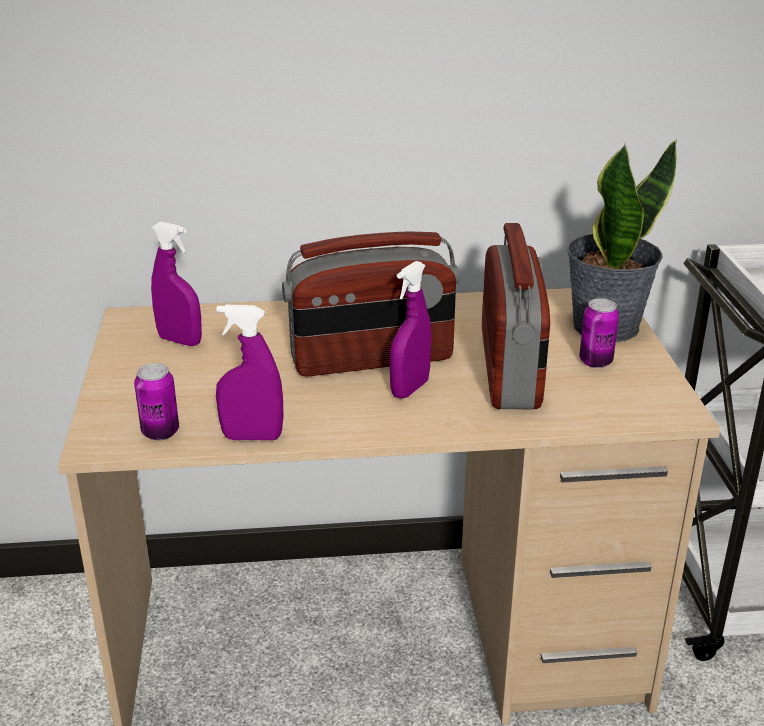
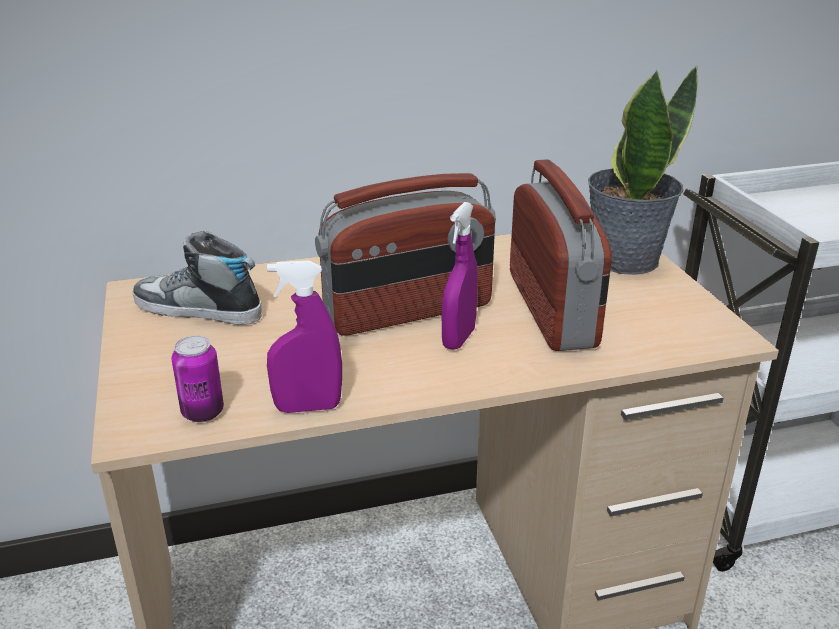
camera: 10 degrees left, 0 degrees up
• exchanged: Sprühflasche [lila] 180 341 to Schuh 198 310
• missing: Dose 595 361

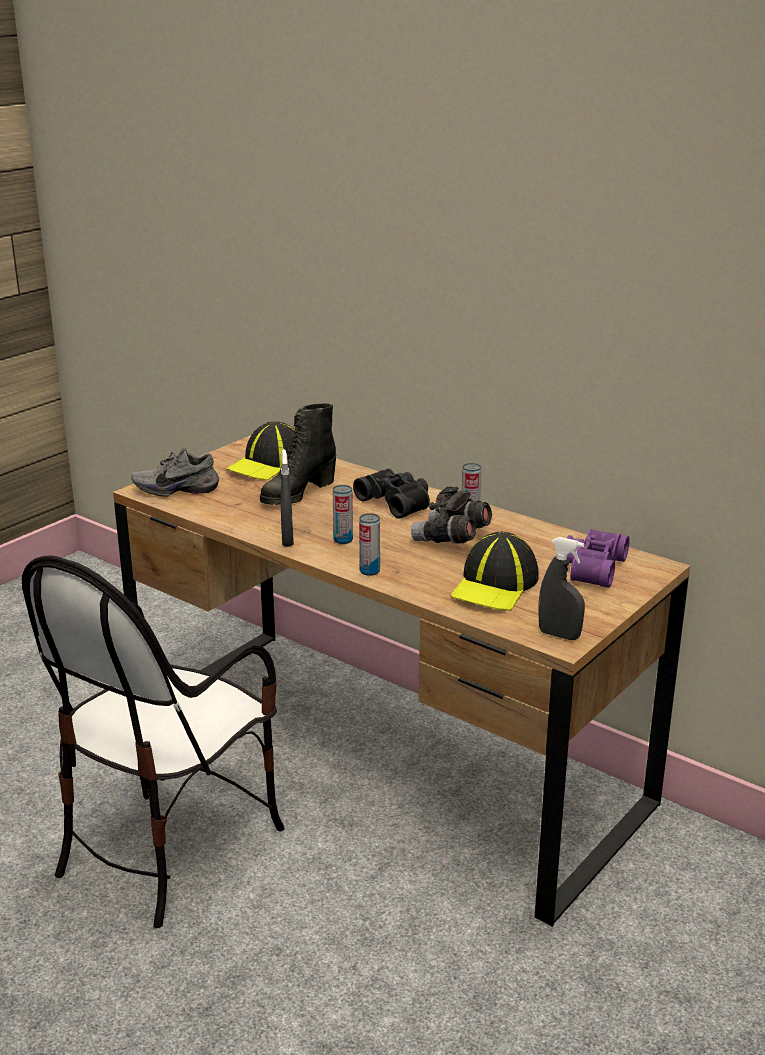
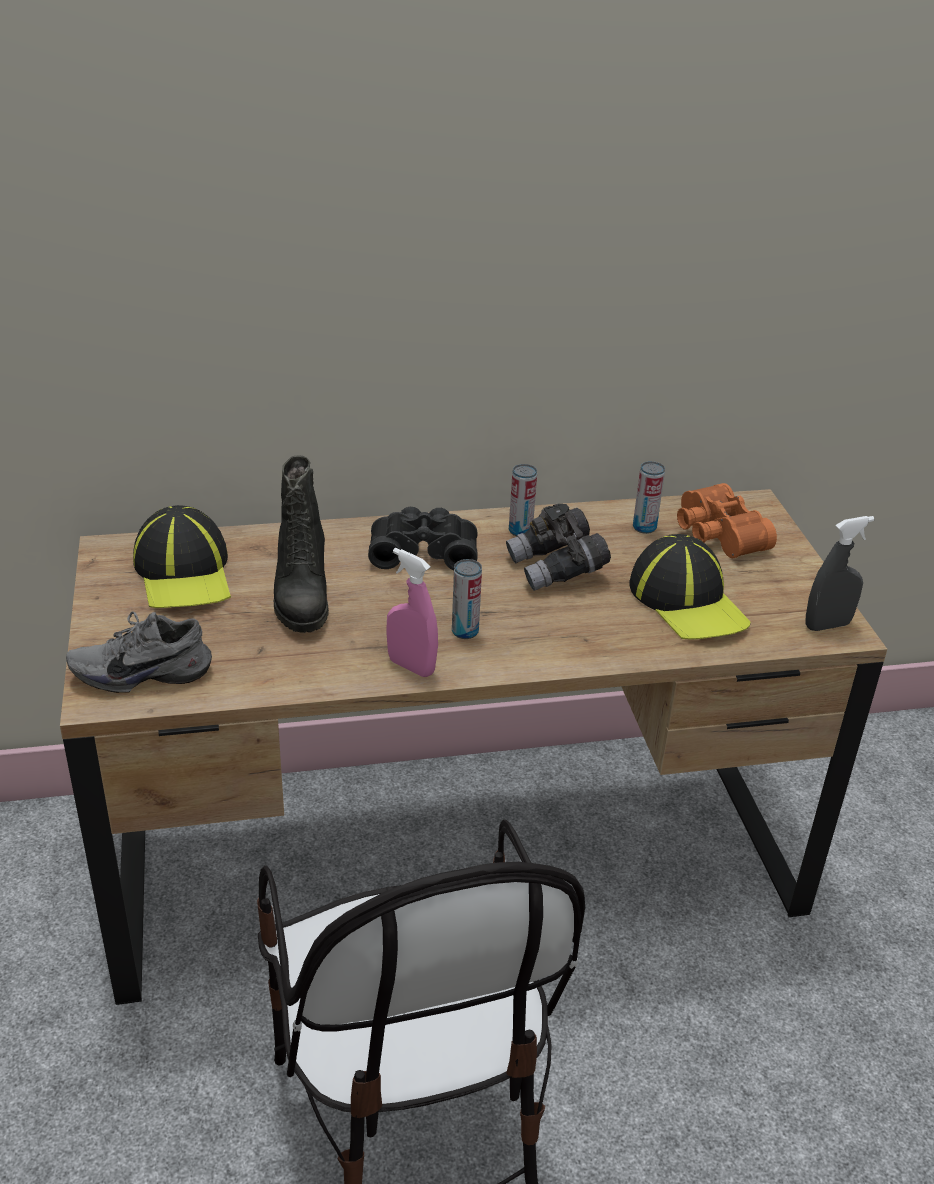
camera: 50 degrees left, 10 degrees up
• spun: Schuh [grau] 176 489 = 142 672 45 degrees clockwise
• colour: Sprühflasche [grau] 287 540 to Sprühflasche [rosa] 411 666
• relocated: Dose 369 571 to 644 527
• colour: Fernglas [lila] 590 568 to Fernglas [orange] 716 535

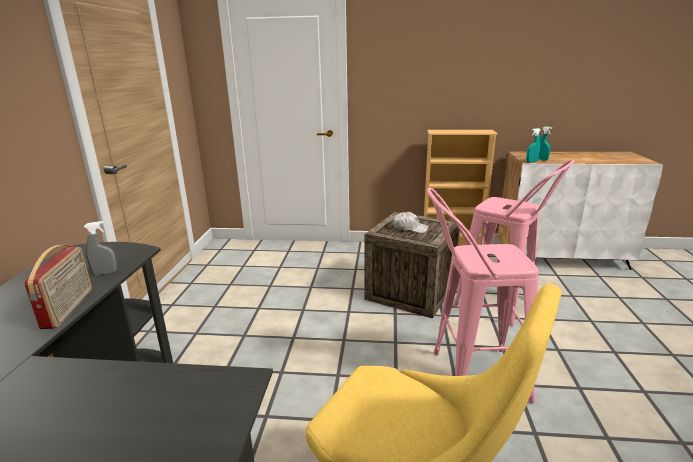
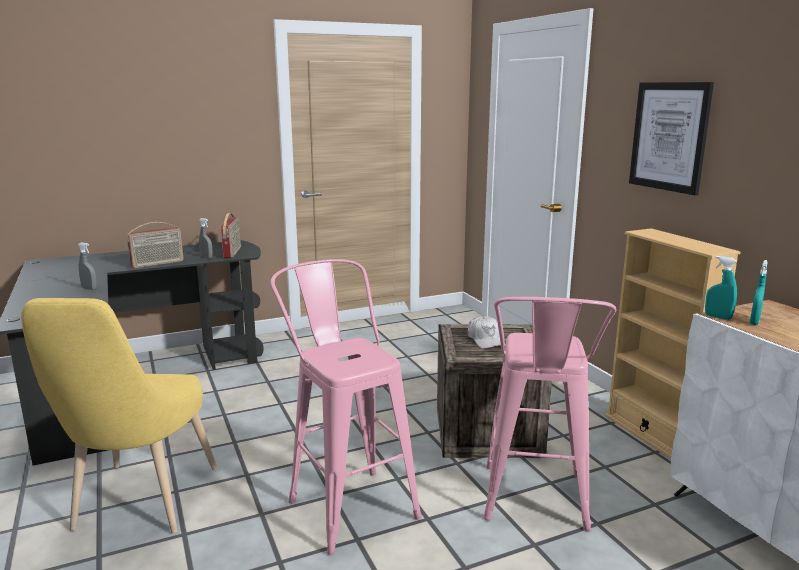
camera: 60 degrees right, 5 degrees down
• appeared: Sprühflasche [grau] 89 288
• appeared: Radio 233 252
• appeared: Bild 669 136

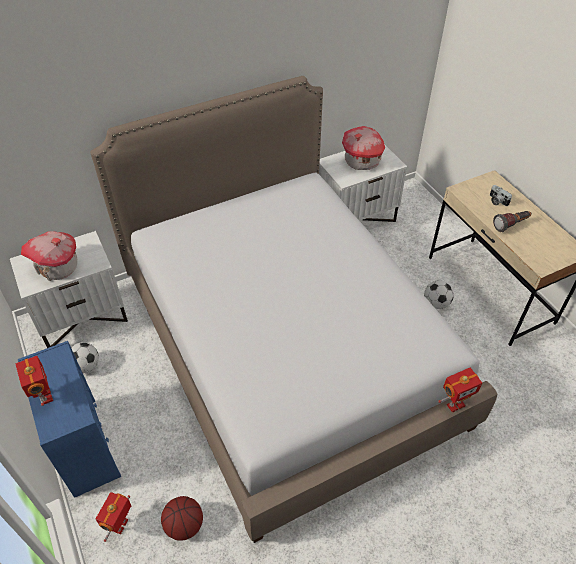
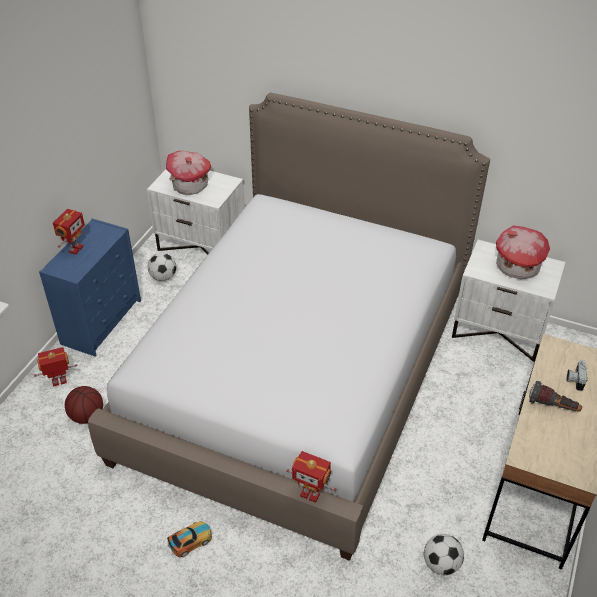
camera: 50 degrees right, 5 degrees down
• relocated: Fußball 436 303 to 441 563
• appeared: Spielzeugauto 190 541

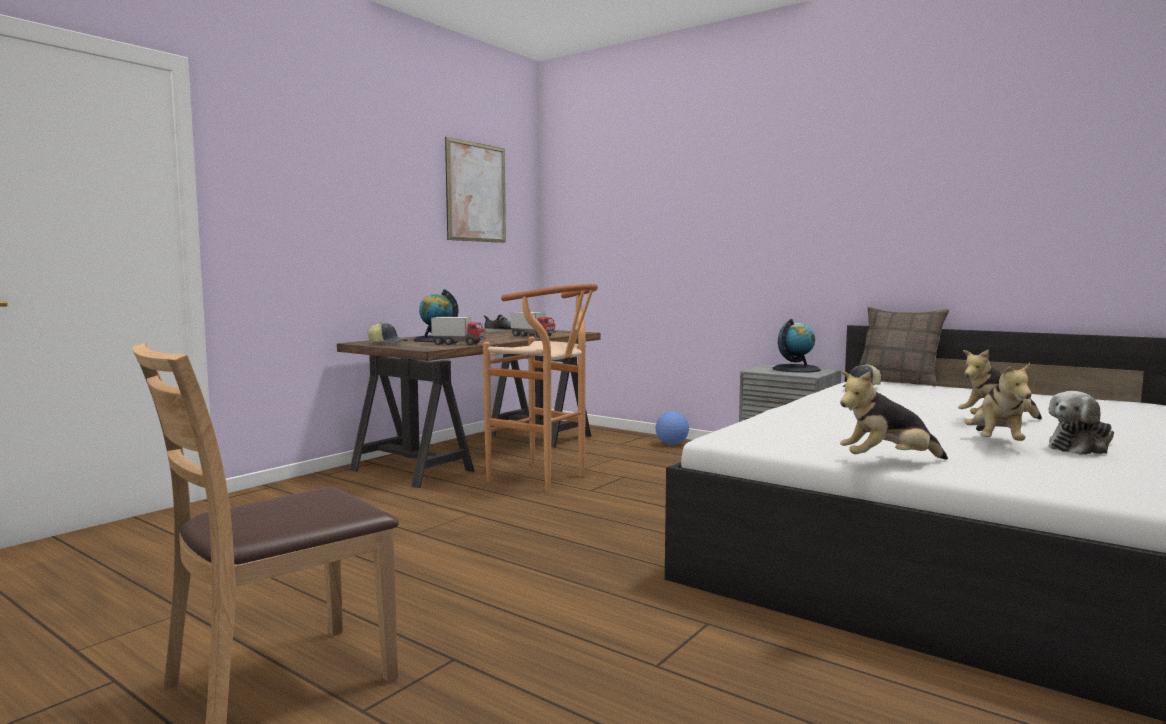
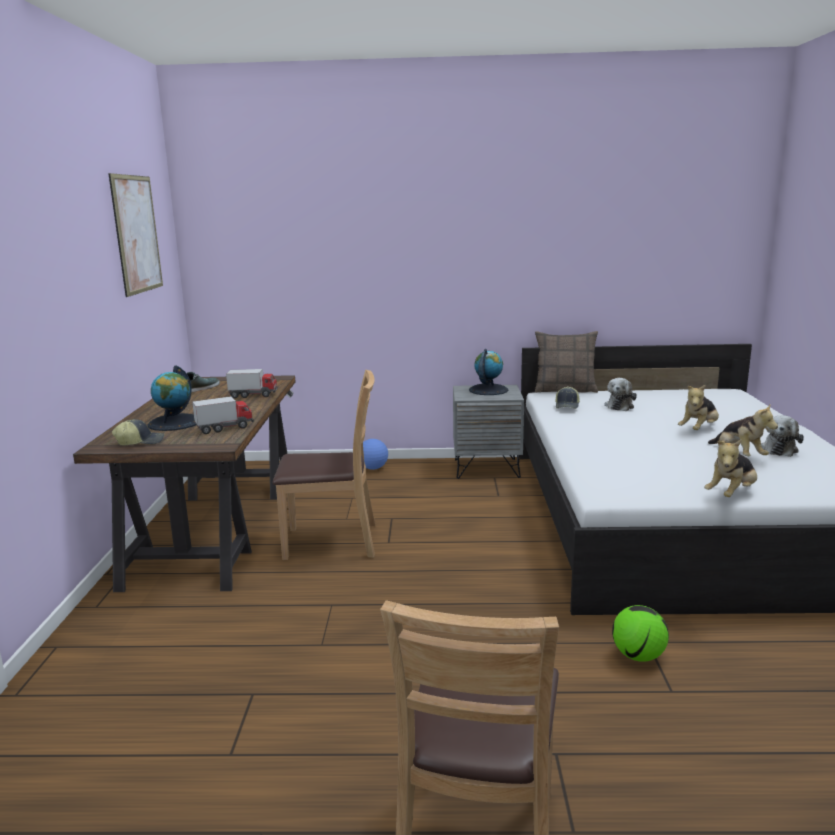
camera: 35 degrees left, 10 degrees up
• exchanged: Hocker [braun] 545 479 to Stuhl [braun] 332 542
• appeared: Plüschtier 619 406
• appeared: Fußball 638 656

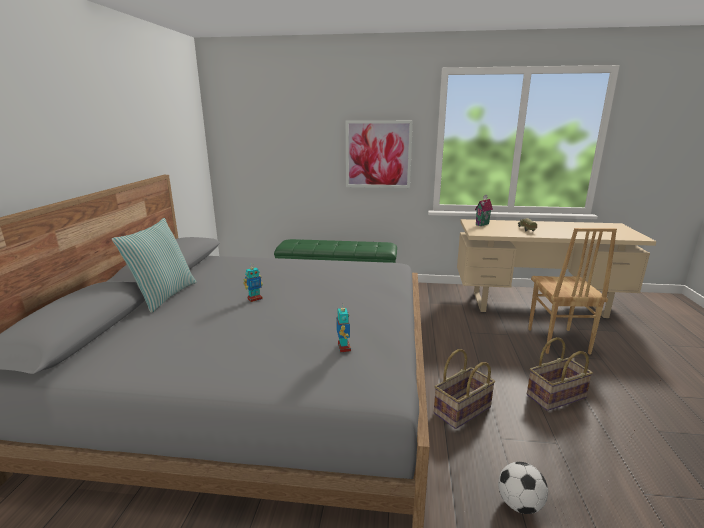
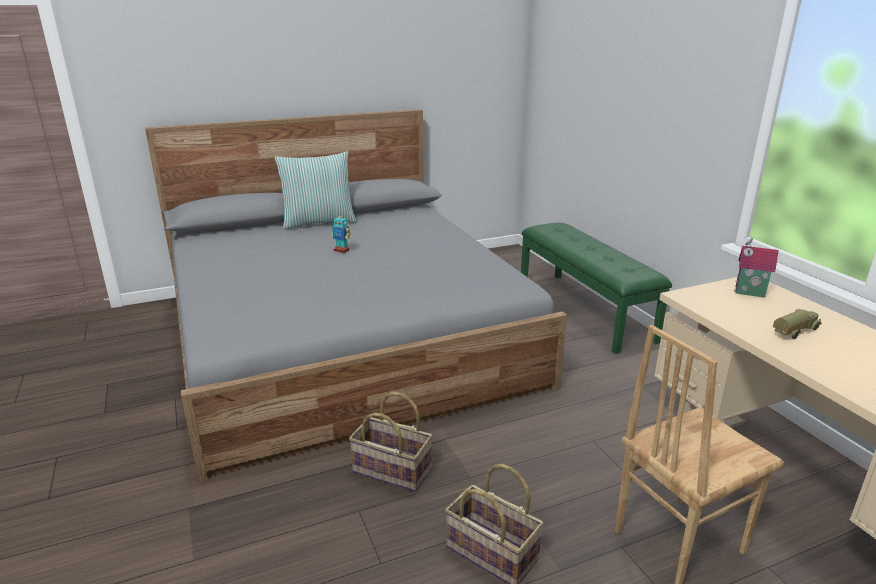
camera: 60 degrees right, 5 degrees up
• missing: Spielzeugroboter 343 347
• missing: Bild 378 154
• missing: Fußball 519 504

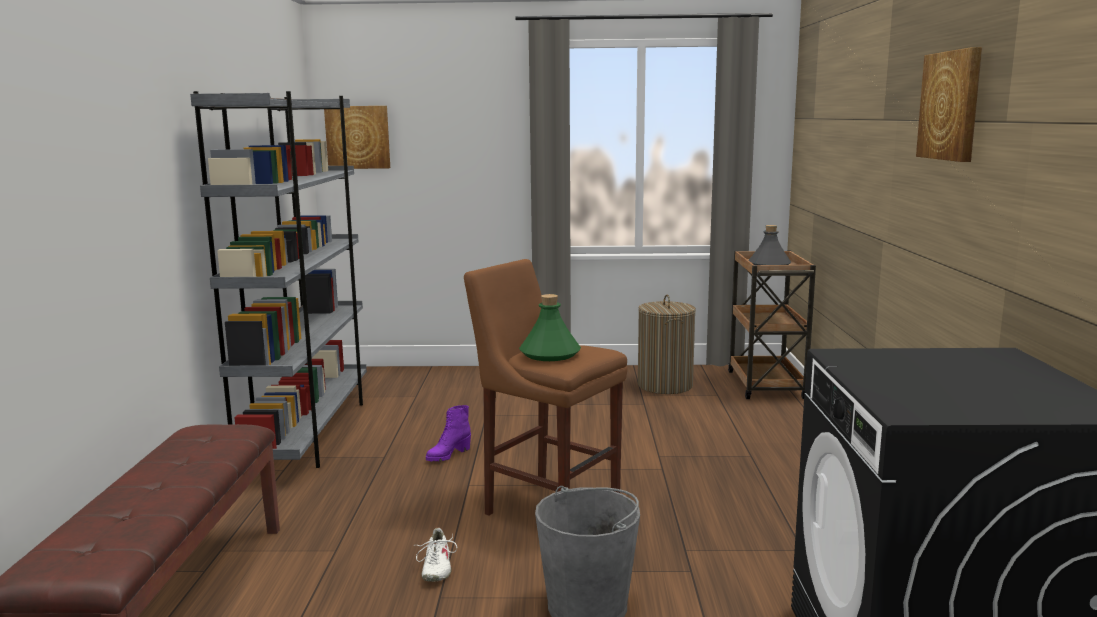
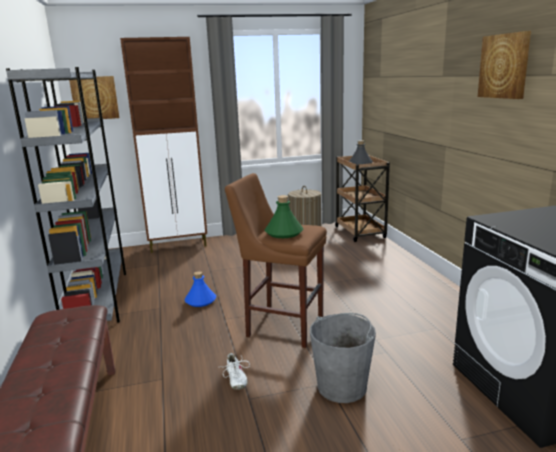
camera: 15 degrees left, 5 degrees up
• exchanged: Stiefel [lila] 448 455 to Flasche [blau] 201 301
• appeared: Schrank [braun] 179 245

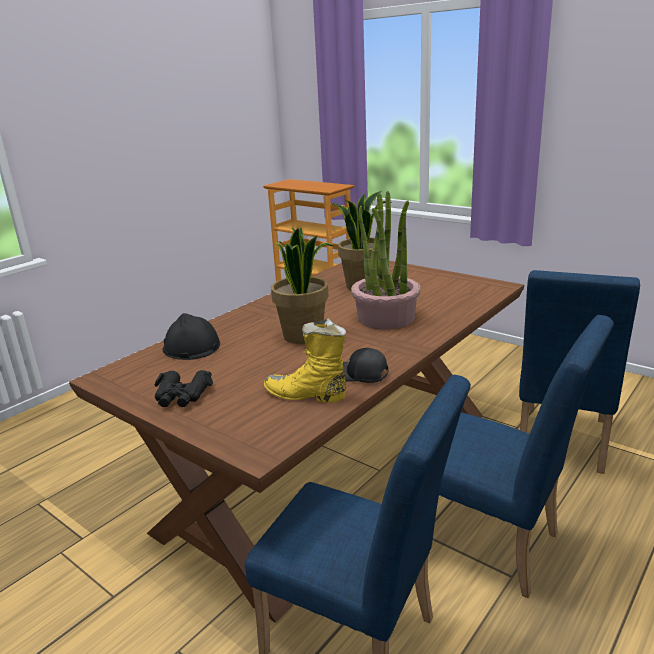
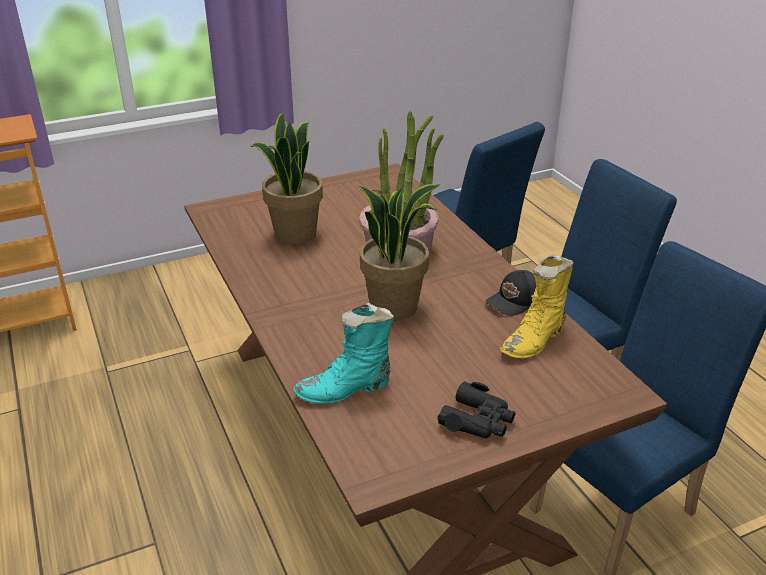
camera: 65 degrees left, 10 degrees up
• exchanged: Schutzhelm [schwarz] 191 347 to Stiefel [türkis] 345 390

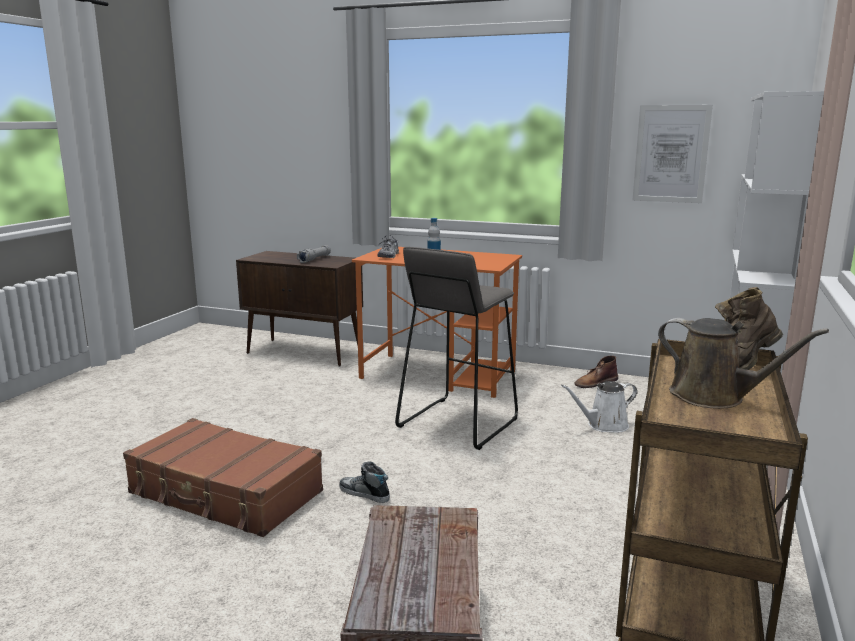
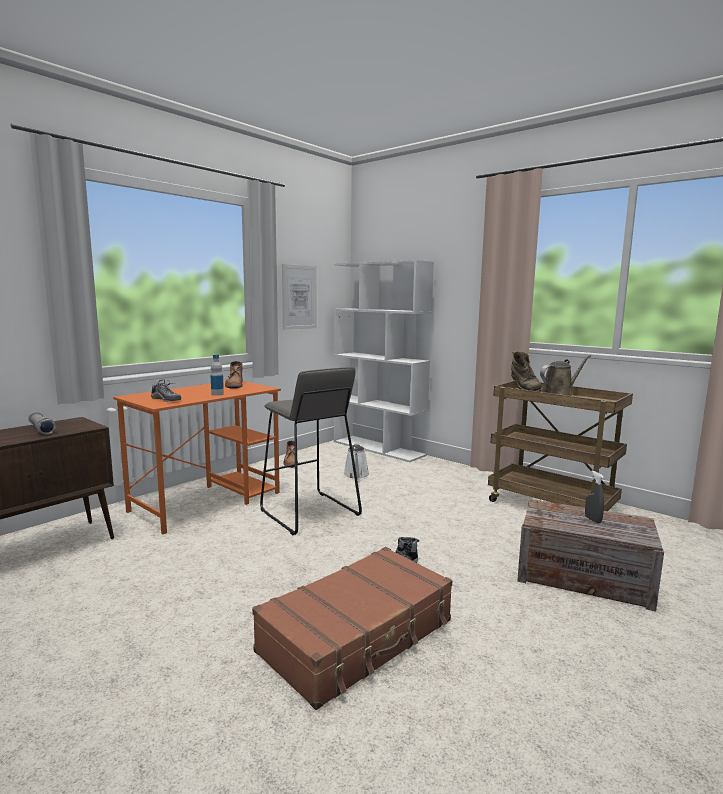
camera: 70 degrees left, 5 degrees down
• appeared: Stiefel [braun] 234 385
• appeared: Sprühflasche [grau] 592 520

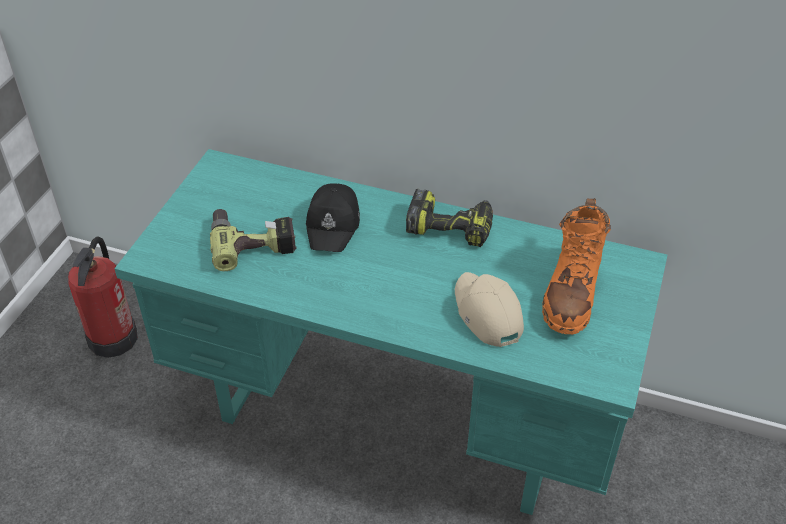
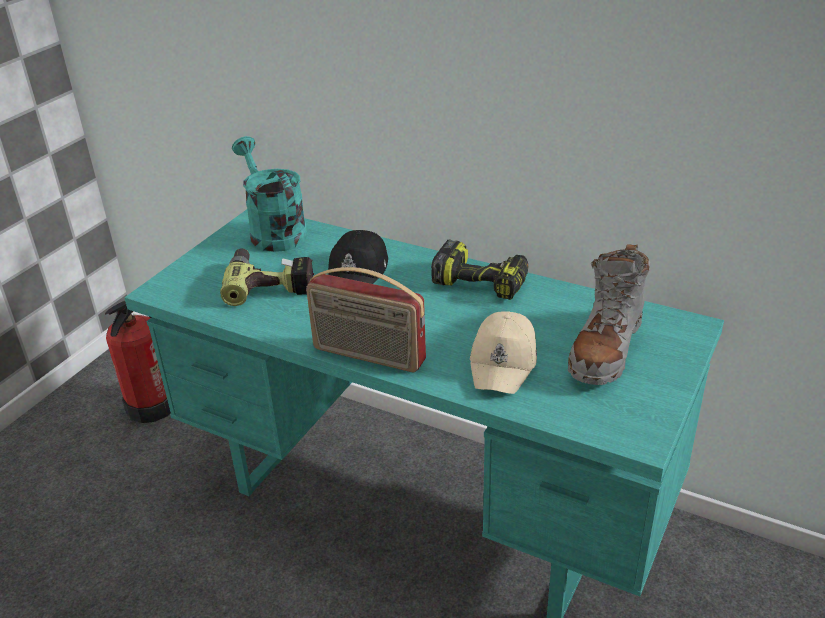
camera: 10 degrees right, 10 degrees down
• spun: Kappe [beige] 486 314 = 504 362 150 degrees counterclockwise
• colour: Stiefel [orange] 571 293 to Stiefel [grau] 605 348
• appeared: Gießkanne [türkis] 273 231
• appeared: Radio 368 356

